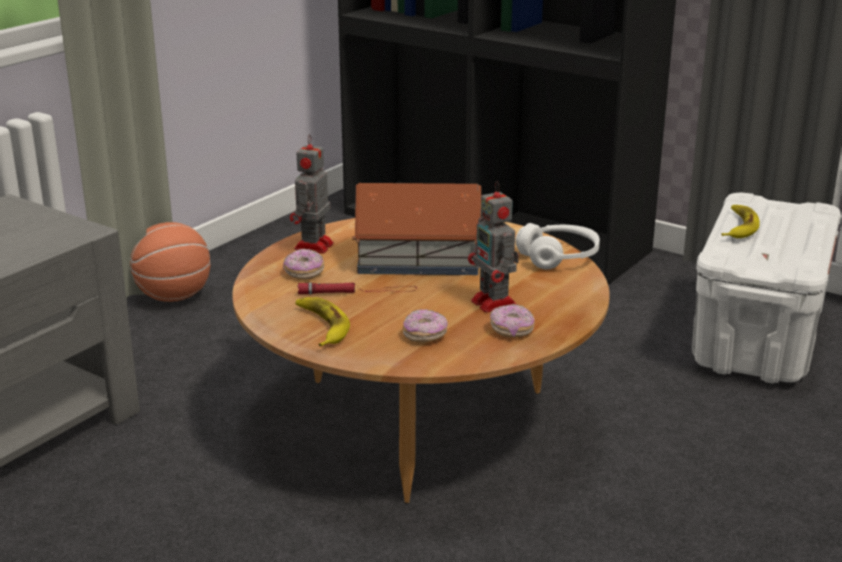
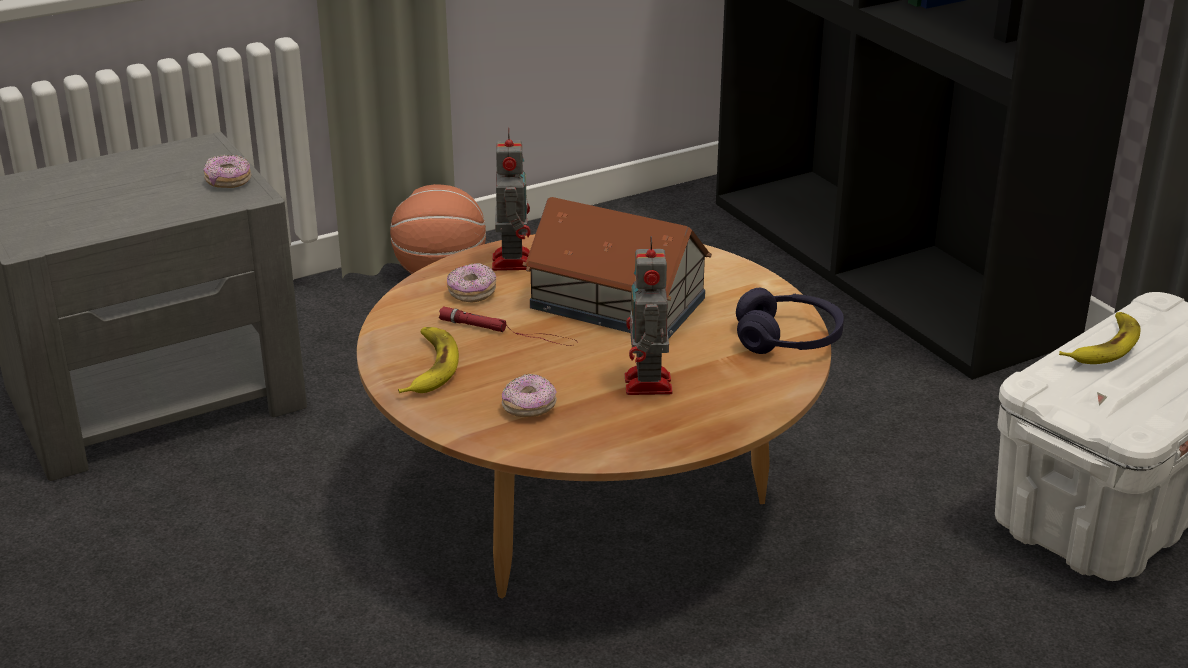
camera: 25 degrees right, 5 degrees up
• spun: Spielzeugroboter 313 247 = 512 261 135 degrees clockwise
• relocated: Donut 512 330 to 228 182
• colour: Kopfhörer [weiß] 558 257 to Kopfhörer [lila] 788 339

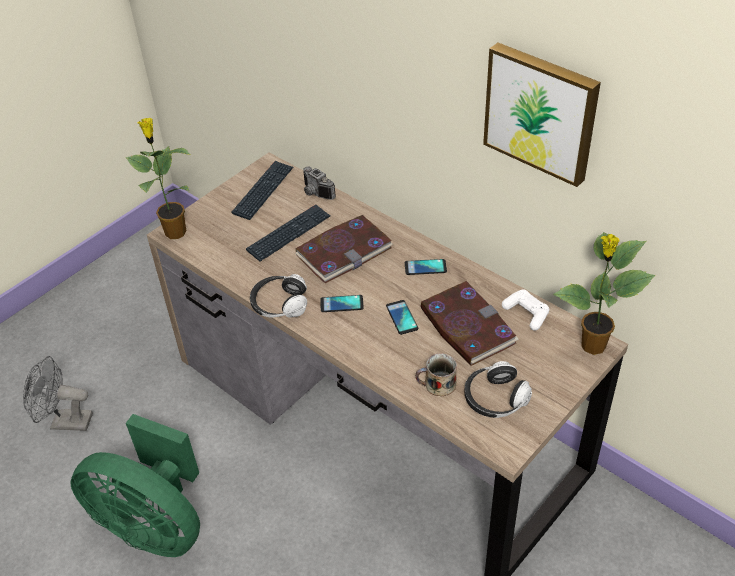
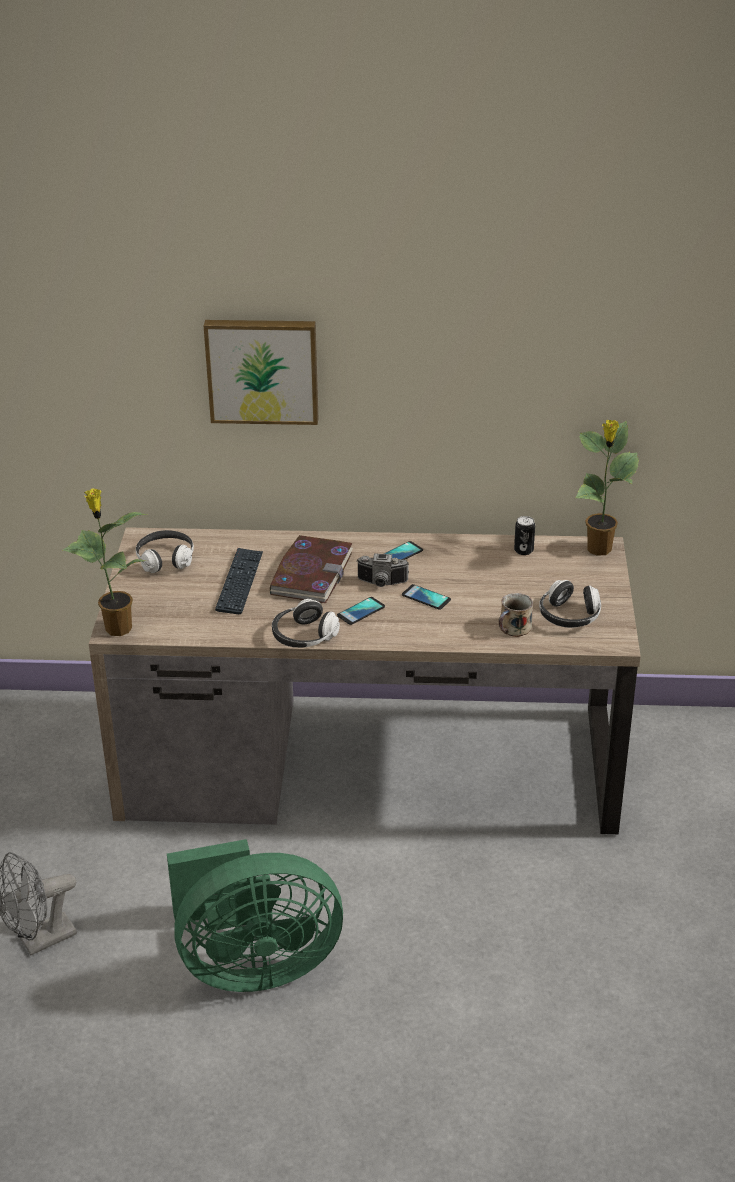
camera: 40 degrees left, 10 degrees down
• exchanged: Tastatur 263 191 to Kopfhörer 165 560
• relocated: Kamera 315 193 to 381 584
• missing: Buch 466 326
• relocated: Bild 541 112 to 262 370
• exchanged: Gamepad [weiß] 526 313 to Dose 523 550

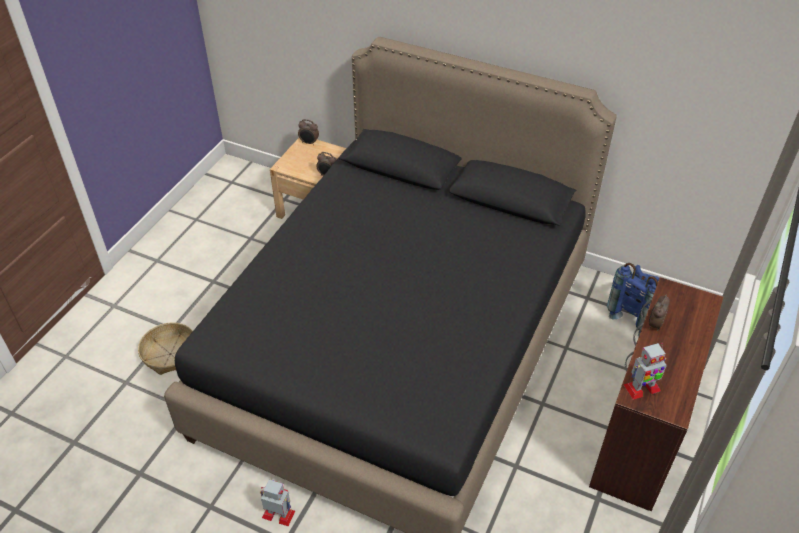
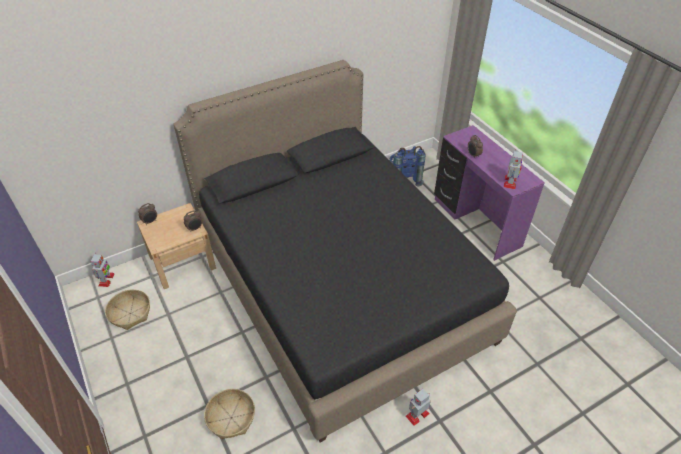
camera: 55 degrees left, 0 degrees up
• colour: Schreibtisch [braun] 638 433 to Schreibtisch [lila] 475 223
• appeared: Spielzeugroboter 106 280
• appeared: Korb 130 313

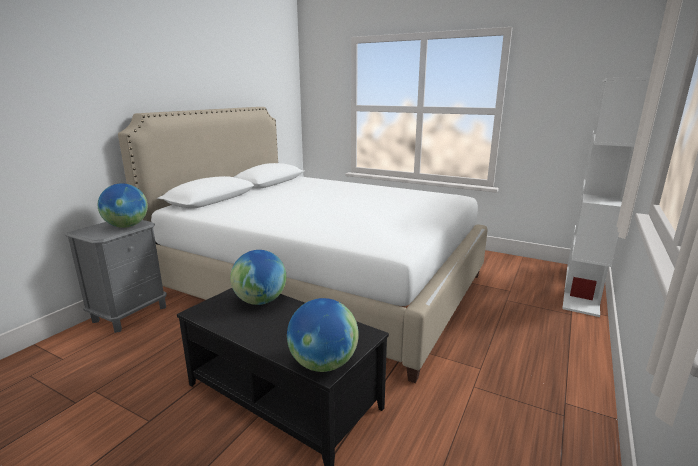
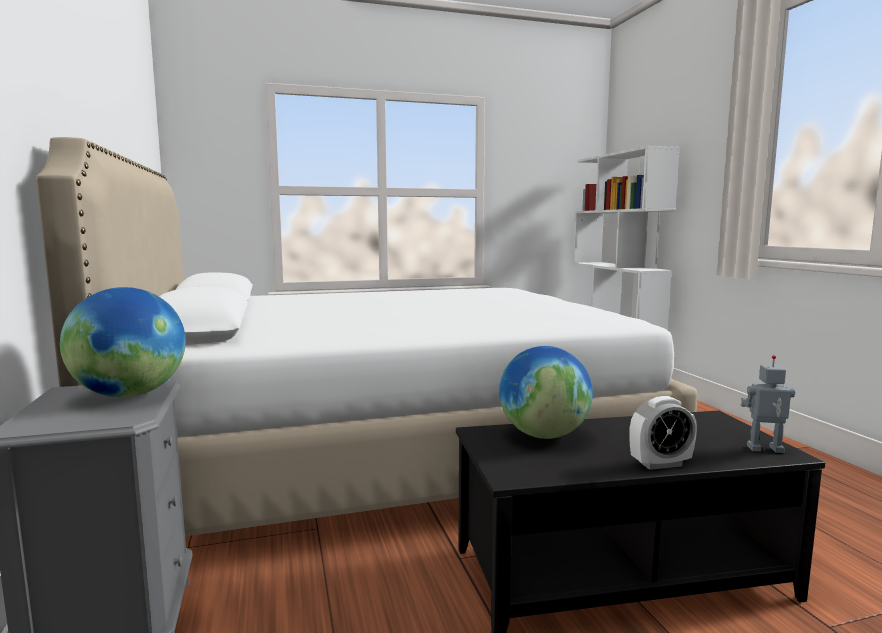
camera: 45 degrees left, 10 degrees down
• exchanged: Globus 323 364 to Spielzeugroboter 765 450
• appeared: Wecker 660 464

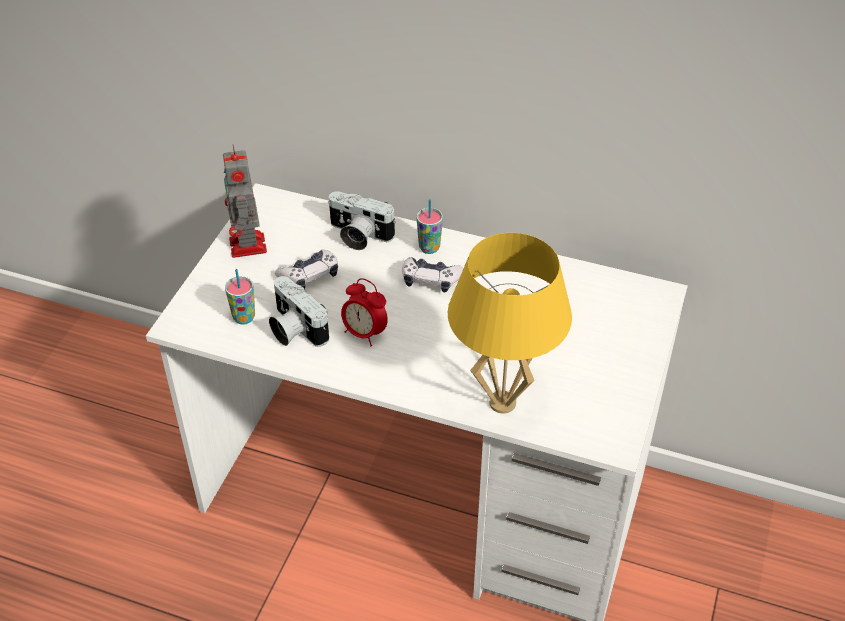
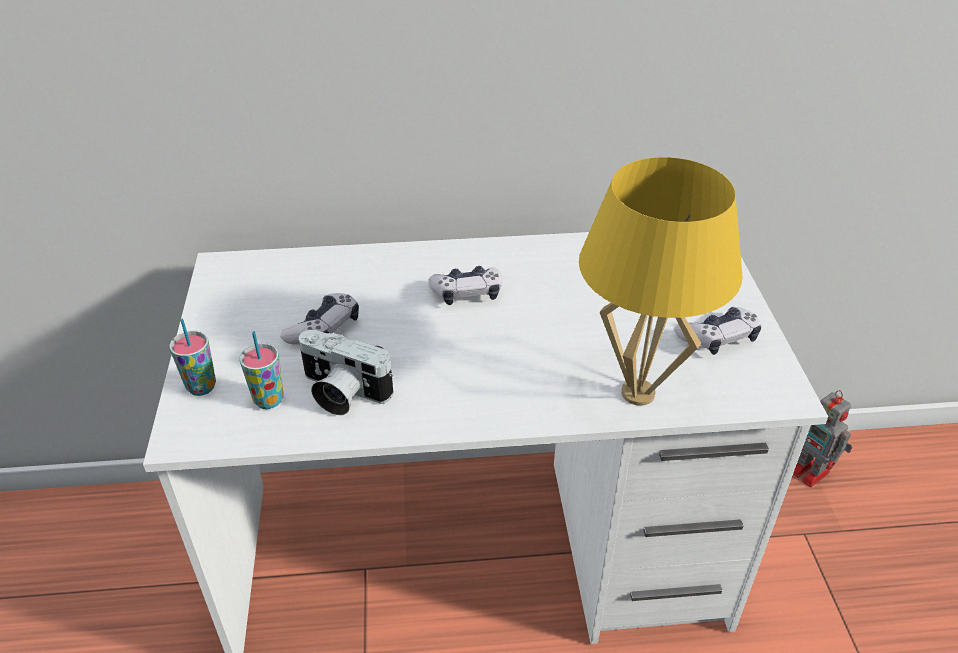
camera: 25 degrees left, 5 degrees down
• relocated: Spielzeugroboter 248 247 to 811 473
• missing: Kamera 358 235
• missing: Wecker 364 333
• relocated: Tasse 429 248 to 201 387
• appeared: Gamepad 718 338

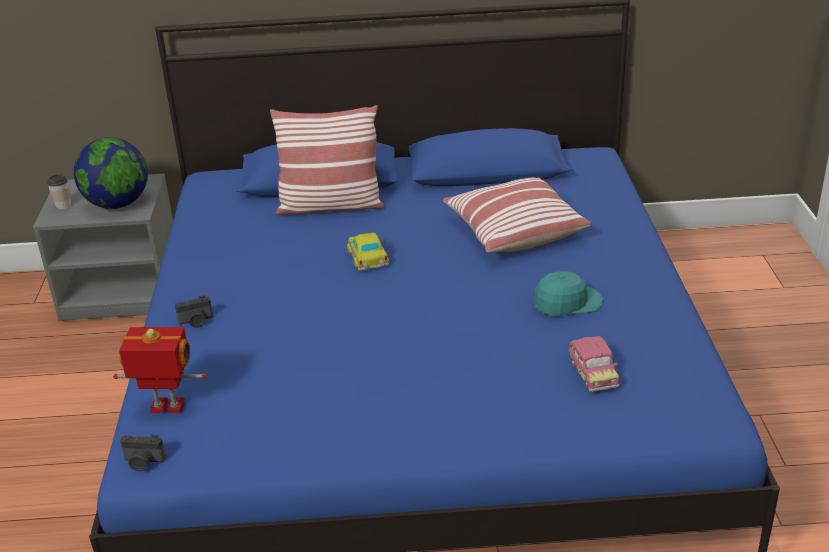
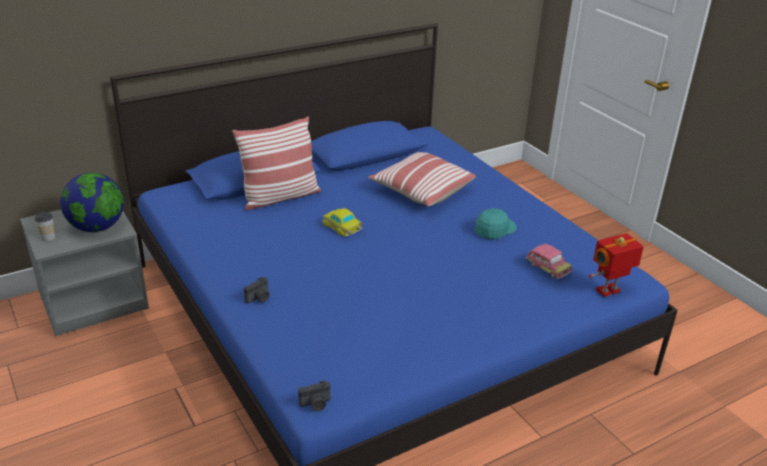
camera: 30 degrees left, 0 degrees up
• relocated: Spielzeugroboter 167 408 to 609 291

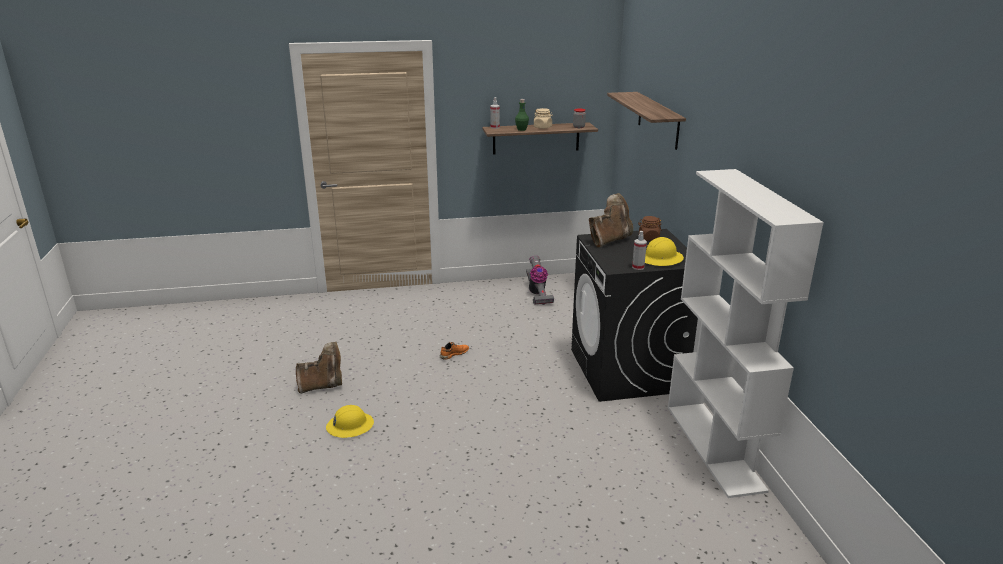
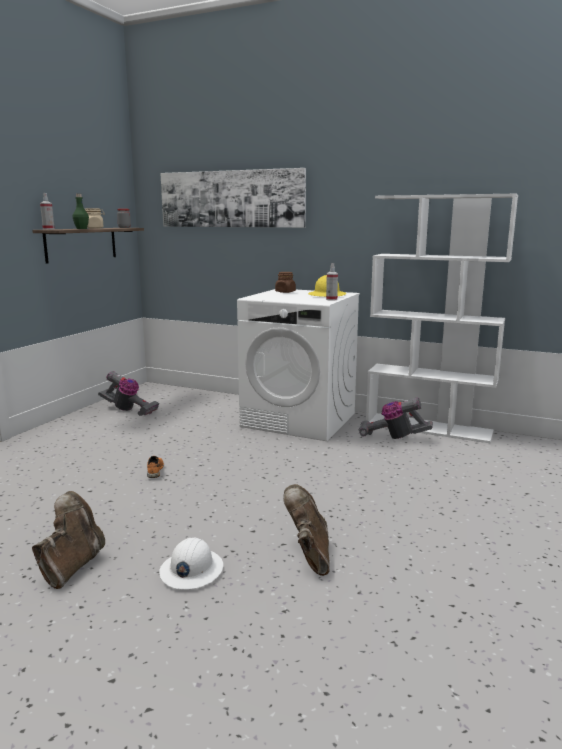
camera: 55 degrees left, 10 degrees down
• colour: Schutzhelm [gelb] 350 426 to Schutzhelm [weiß] 191 570
• colour: Waschmaschine [schwarz] 627 371 to Waschmaschine [weiß] 299 420
• relocated: Stiefel [braun] 610 240 to 309 555
• exchanged: Wandregal 658 120 to Bild 231 199
• appeared: Staubsauger 393 437

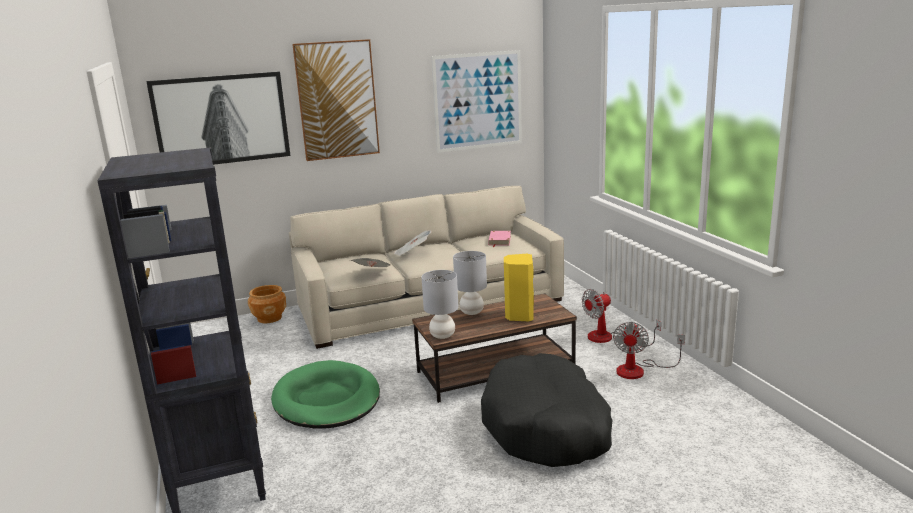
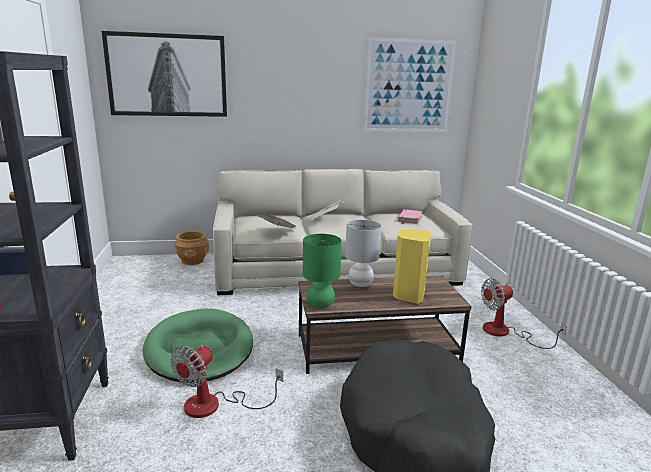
camera: 10 degrees right, 0 degrees up
• missing: Bild 337 100
• colour: Tischlampe [grau] 442 336 to Tischlampe [grün] 320 304
• relocated: Ventilator 639 370 to 215 405

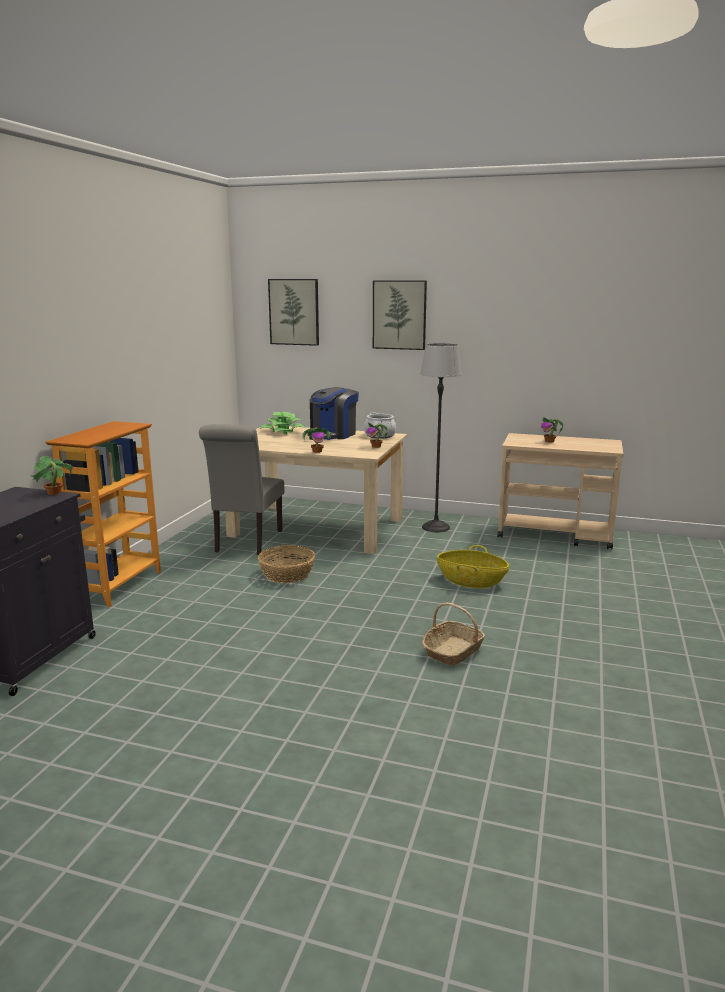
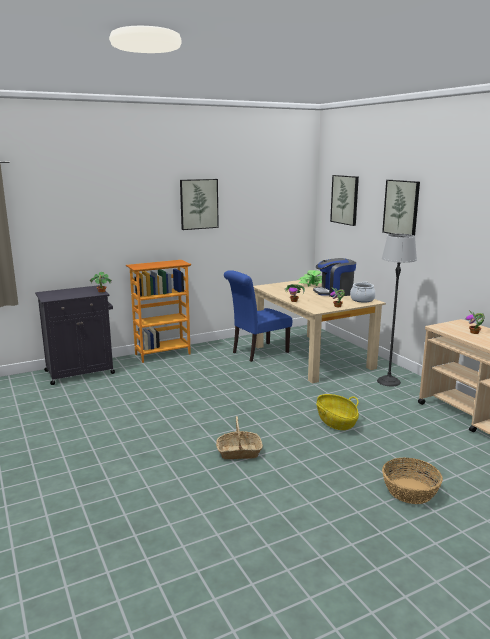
camera: 45 degrees right, 0 degrees up
• colour: Stuhl [grau] 246 542 to Stuhl [blau] 257 353
• relocated: Korb 286 574 to 409 491
• appeared: Bild 199 204

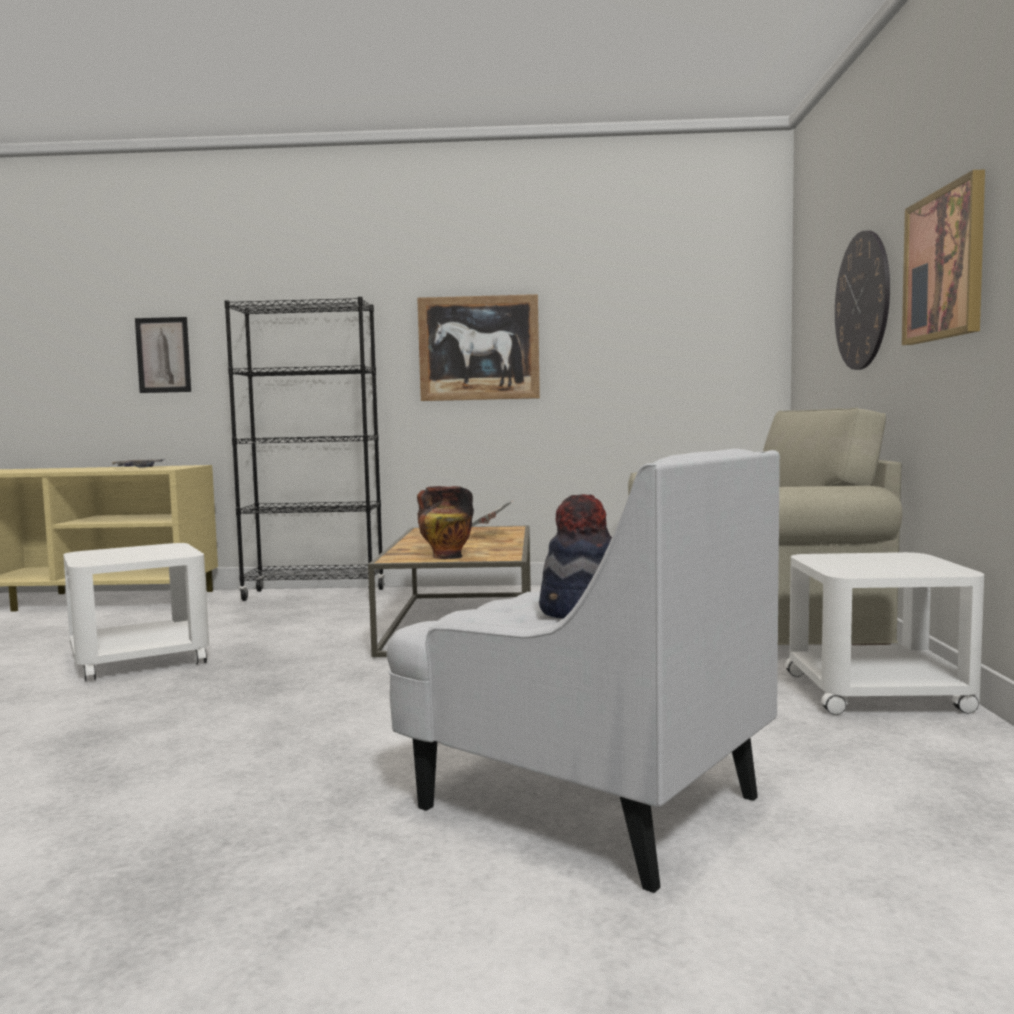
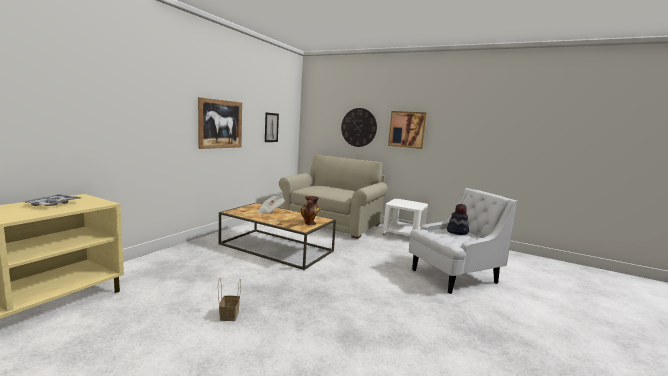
camera: 65 degrees left, 5 degrees up
• exchanged: Beistelltisch [weiß] 139 659 to Korb 229 314
• relocated: Bild 163 355 to 271 127
• missing: Bücherregal [schwarz] 315 595

